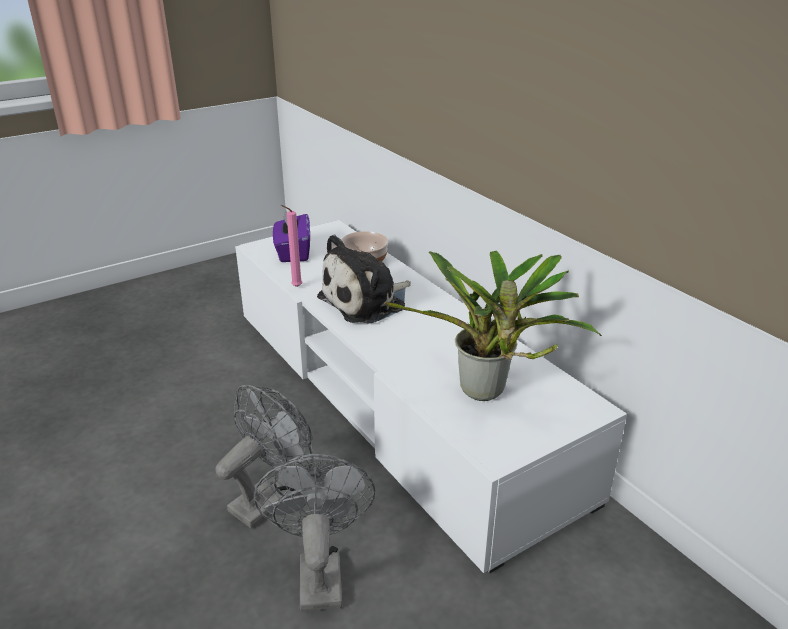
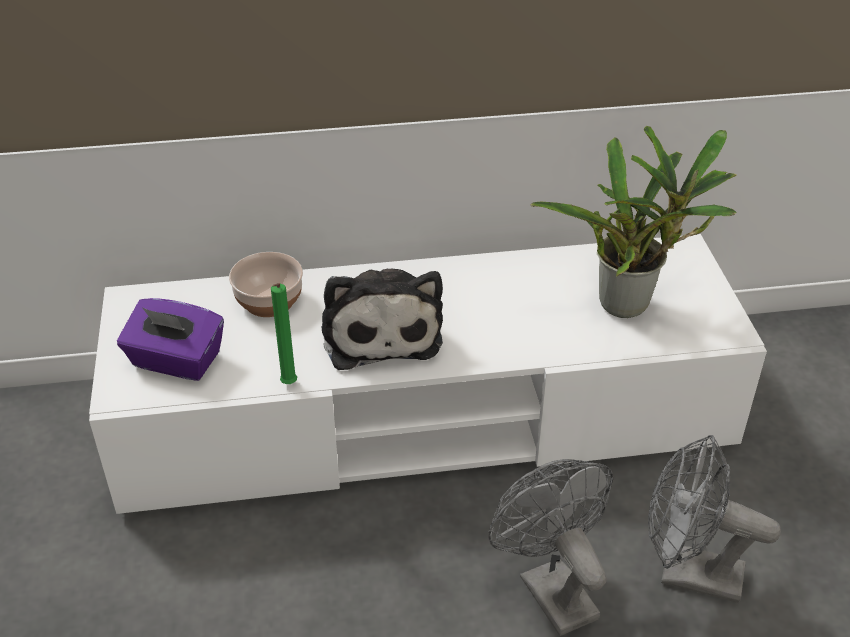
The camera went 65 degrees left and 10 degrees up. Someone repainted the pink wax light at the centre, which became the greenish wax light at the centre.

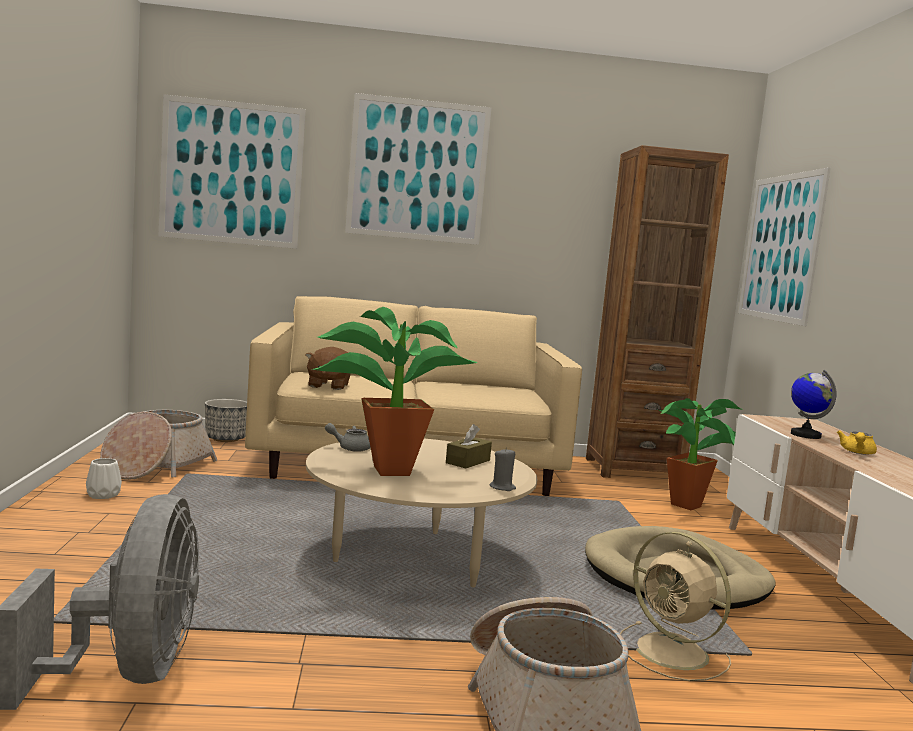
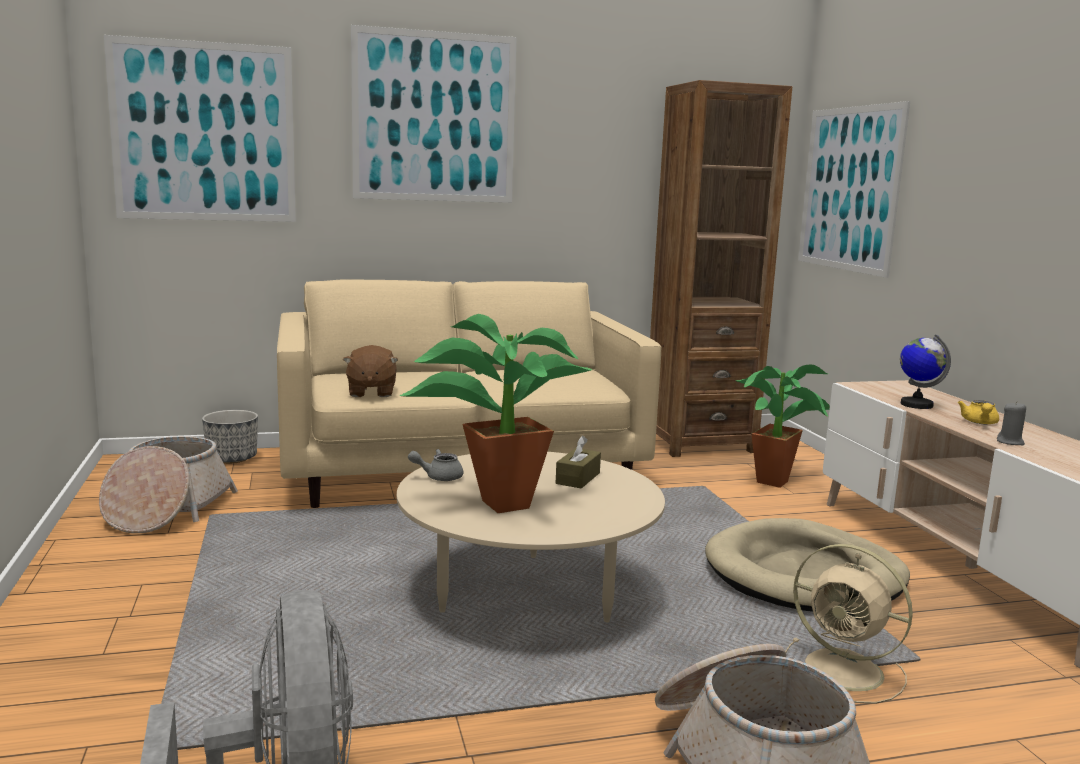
The camera went 10 degrees left and 5 degrees up. Someone carried the grey wax light from the centre to the middle right. Someone took away the whitish decorative vase at the middle left.

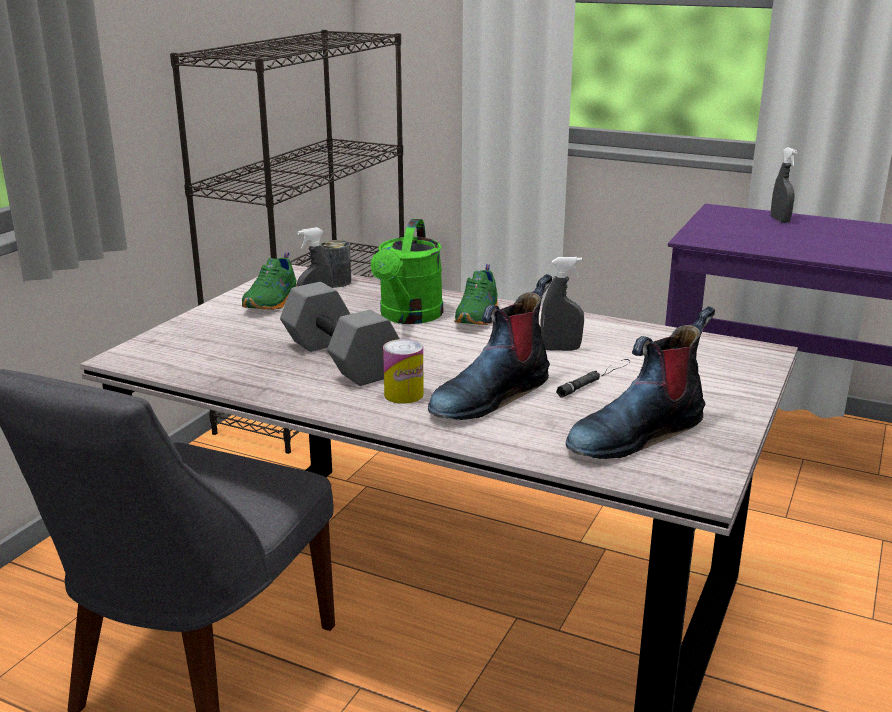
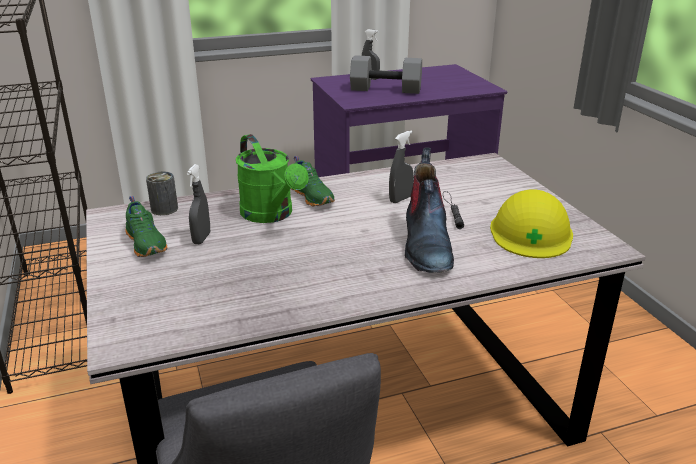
The camera went 45 degrees left and 5 degrees up. Someone carried the grey free weight from the centre to the top centre. Someone swapped the tall boot (no. 2 from left) at the middle right for the yellow work helmet at the middle right. Someone took away the sealed can (no. 2 from left) at the centre.

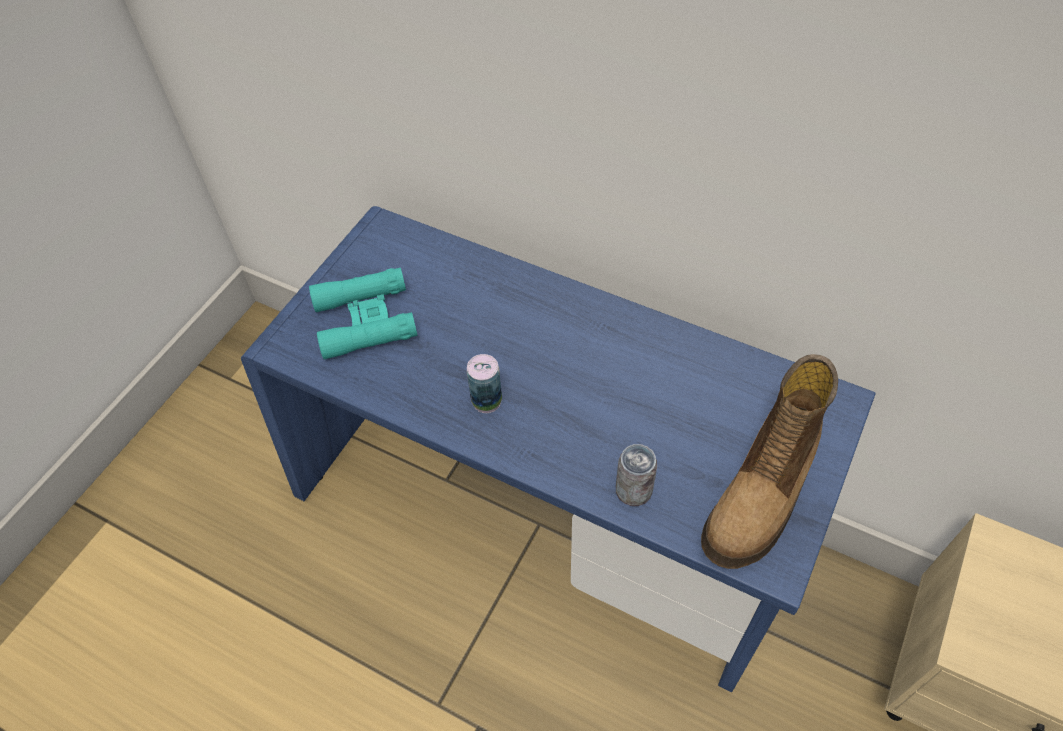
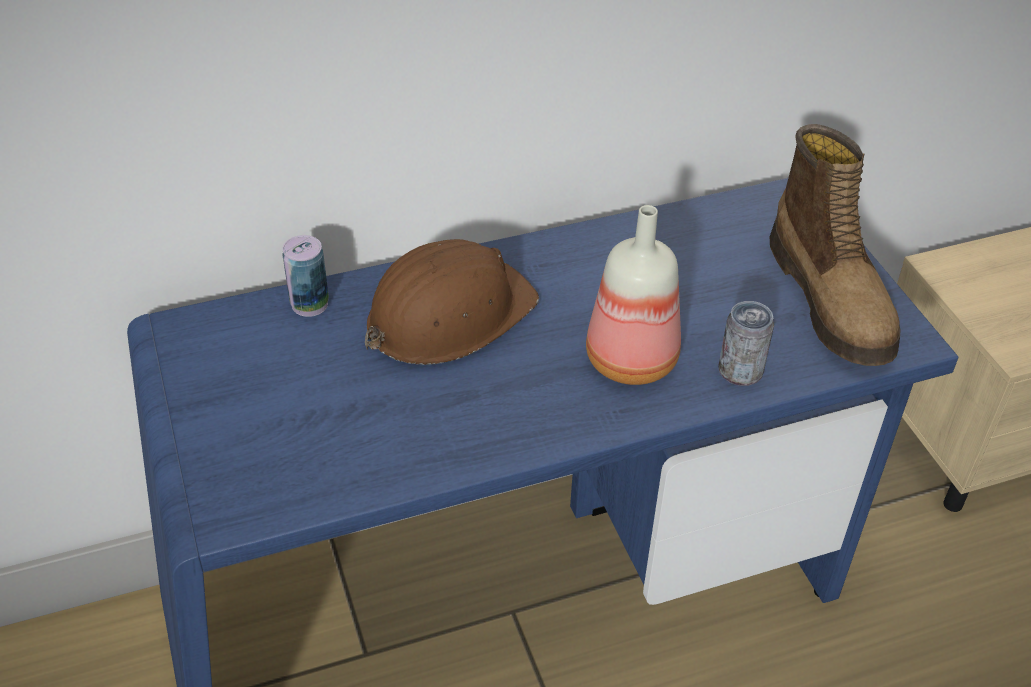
The camera went 50 degrees left and 10 degrees down. Someone took away the blue-green binoculars at the centre. Someone carried the sealed can (no. 1 from left) from the centre to the middle left. Someone put down the bottle at the centre. Someone put down the brownish work helmet at the centre.

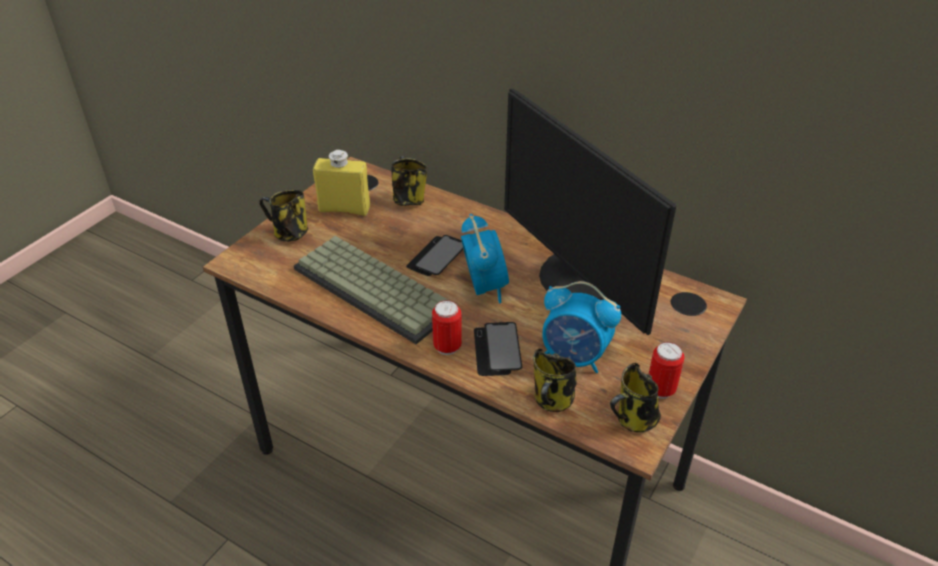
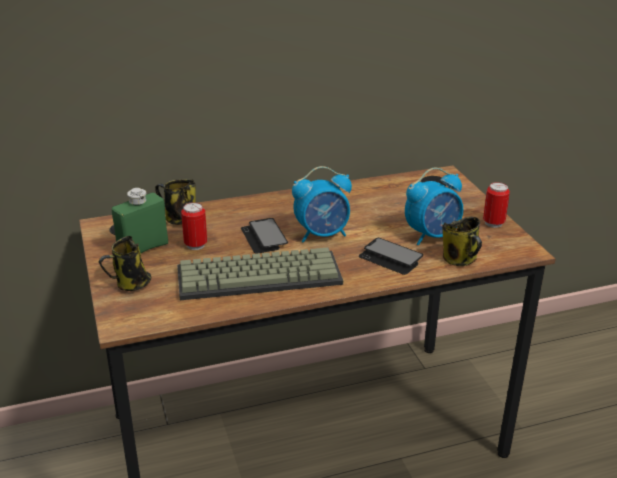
The camera went 50 degrees left and 10 degrees down. Someone took away the computer screen at the centre. Someone repainted the yellow bottle at the top centre, which became the greenish bottle at the middle left. Someone rotated the bedside clock (no. 1 from left) at the centre by 135 degrees clockwise. Someone carried the sealed can (no. 1 from left) from the centre to the middle left. Someone took away the tea mug (no. 4 from left) at the bottom right.

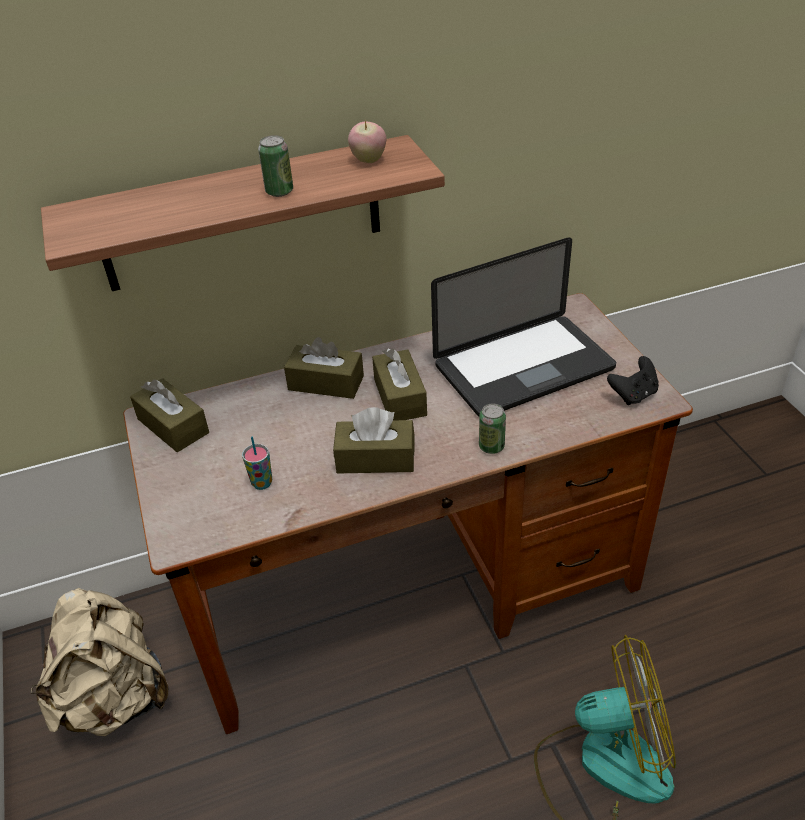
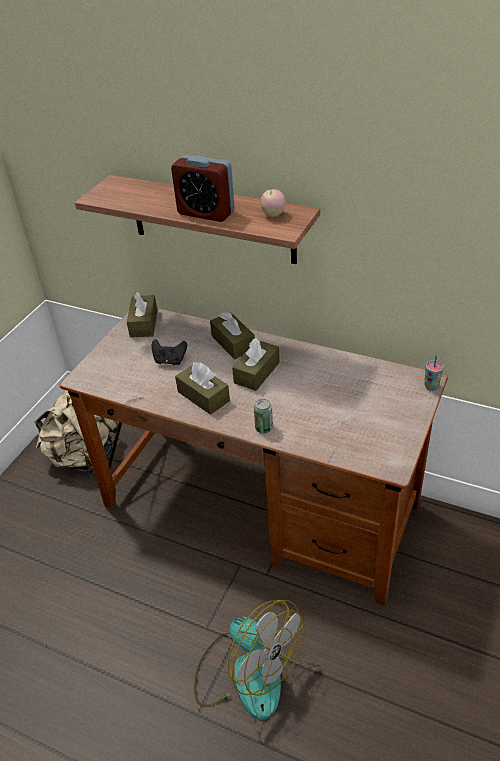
The camera went 45 degrees right and 0 degrees up. Someone swapped the sealed can (no. 1 from left) at the top centre for the bedside clock at the top centre. Someone took away the portable computer at the centre. Someone carried the black-coloured joypad from the middle right to the centre. Someone carried the drinking cup from the middle left to the middle right.

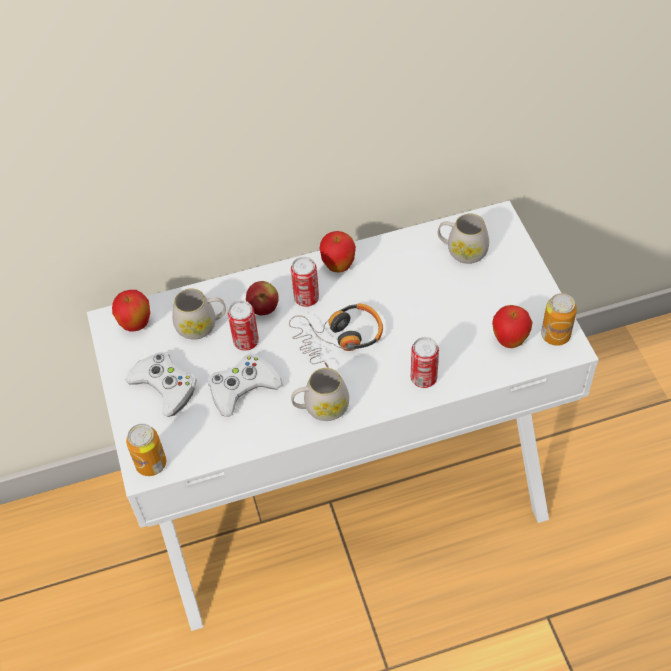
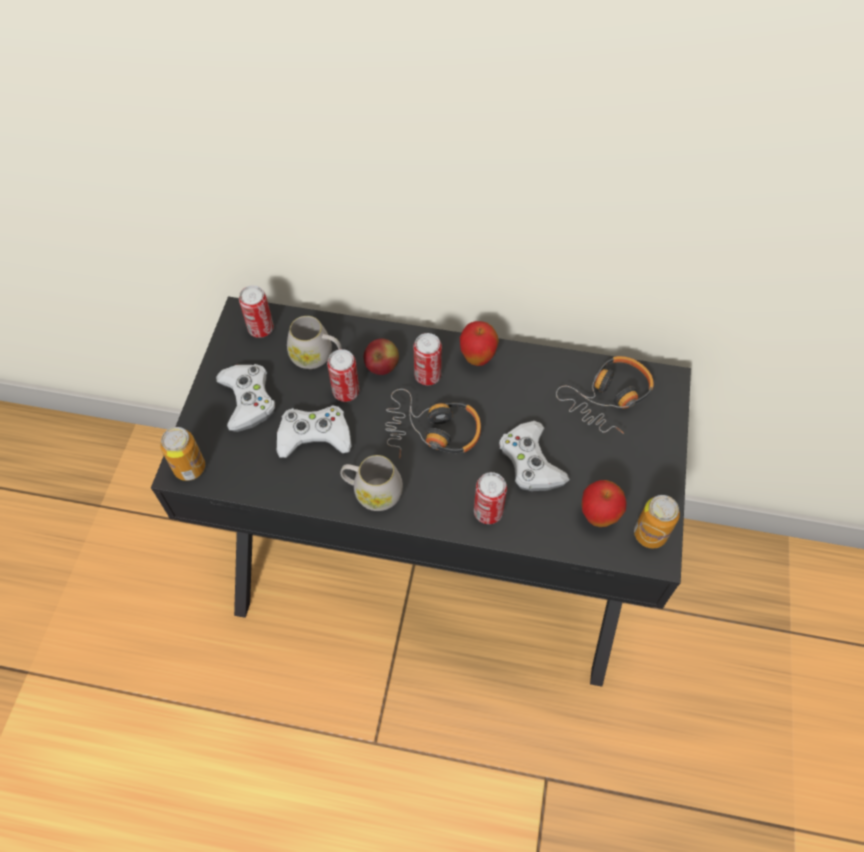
The camera went 25 degrees right and 5 degrees up. Someone repainted the whitish desk at the centre, which became the black-coloured desk at the centre. Someone swapped the whitish tea mug (no. 3 from left) at the middle right for the pair of headphones (no. 2 from left) at the middle right. Someone swapped the apple fruit (no. 1 from left) at the middle left for the sealed can (no. 2 from left) at the middle left. Someone put down the whitish joypad (no. 3 from left) at the centre.

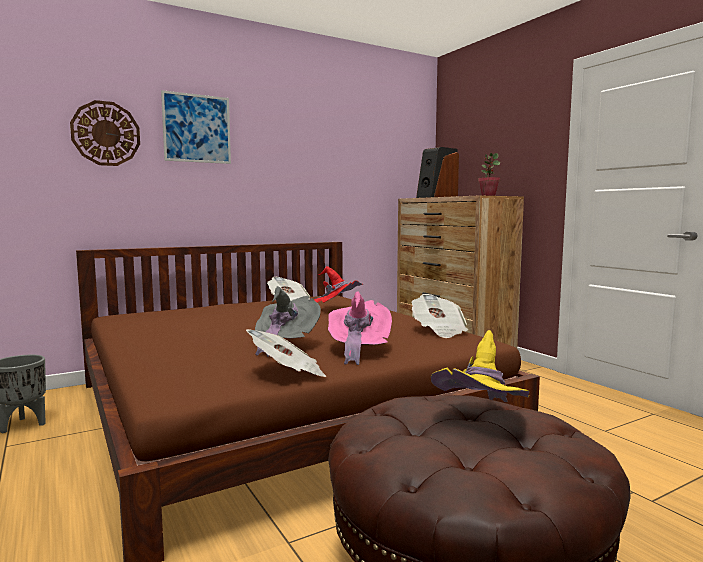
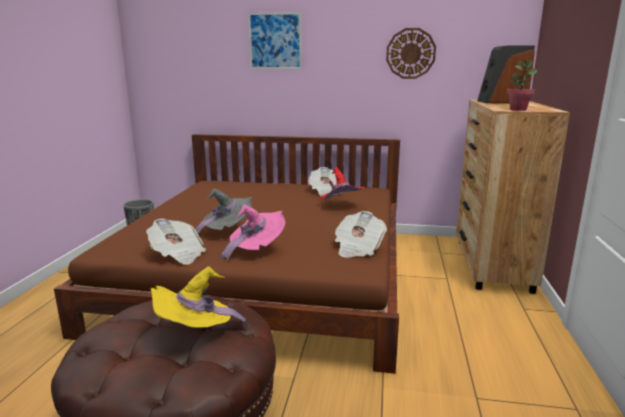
The camera went 40 degrees right and 10 degrees up. Someone carried the hanging clock from the top left to the top centre.

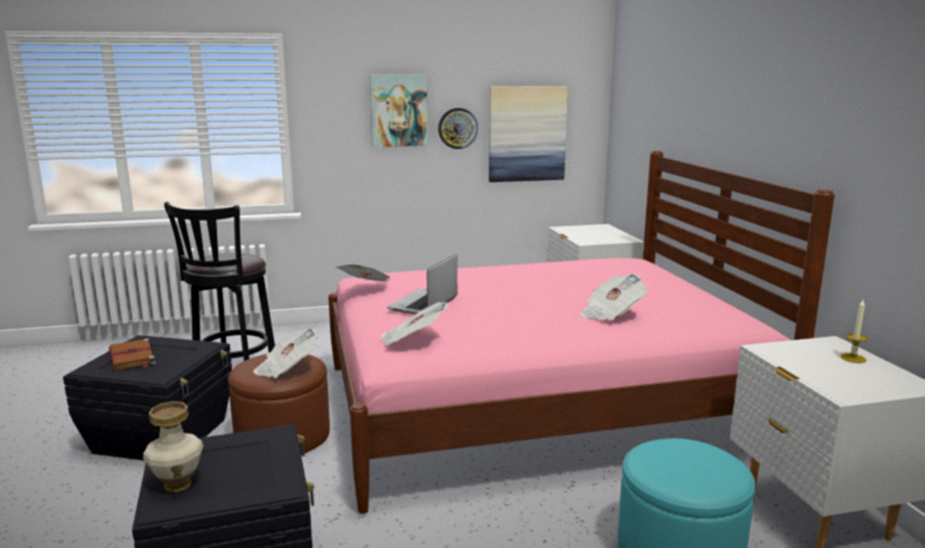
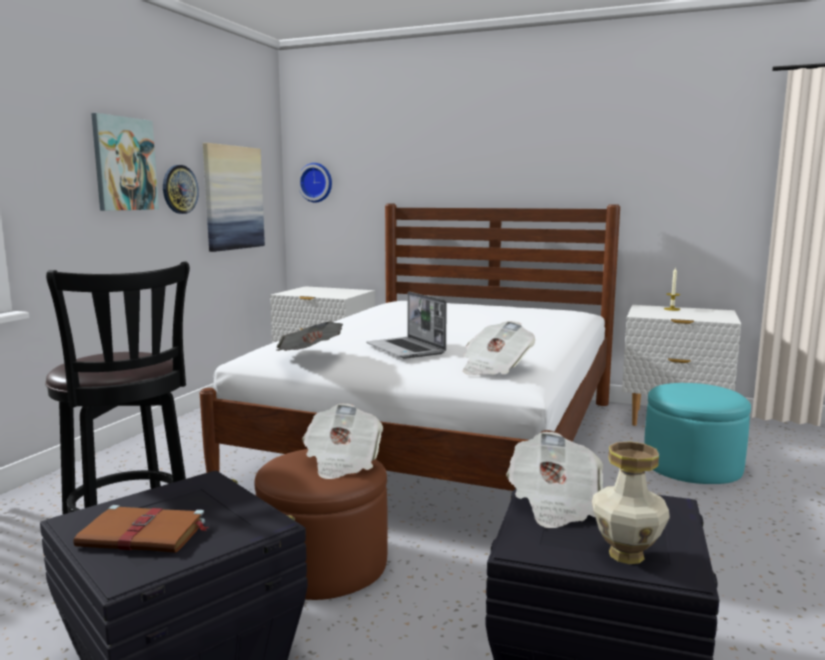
The camera went 55 degrees left and 5 degrees down. Someone repainted the pink sleeping bed at the centre, which became the whitish sleeping bed at the centre. Someone carried the printed paper (no. 4 from left) from the centre to the bottom right. Someone put up the hanging clock (no. 2 from left) at the top centre.

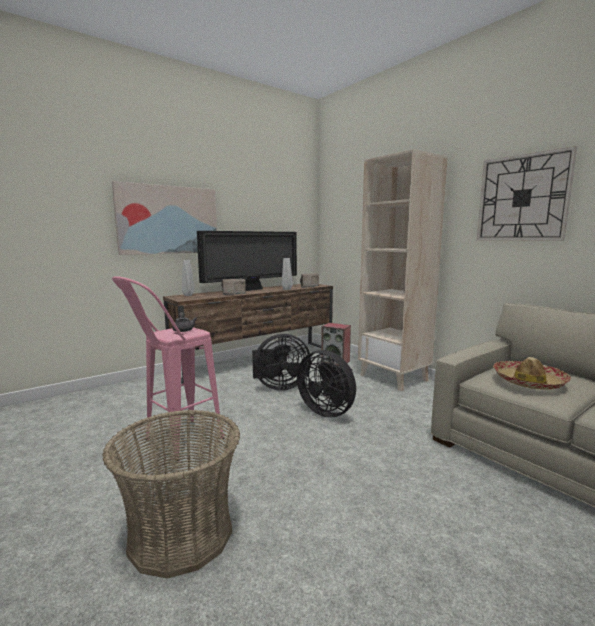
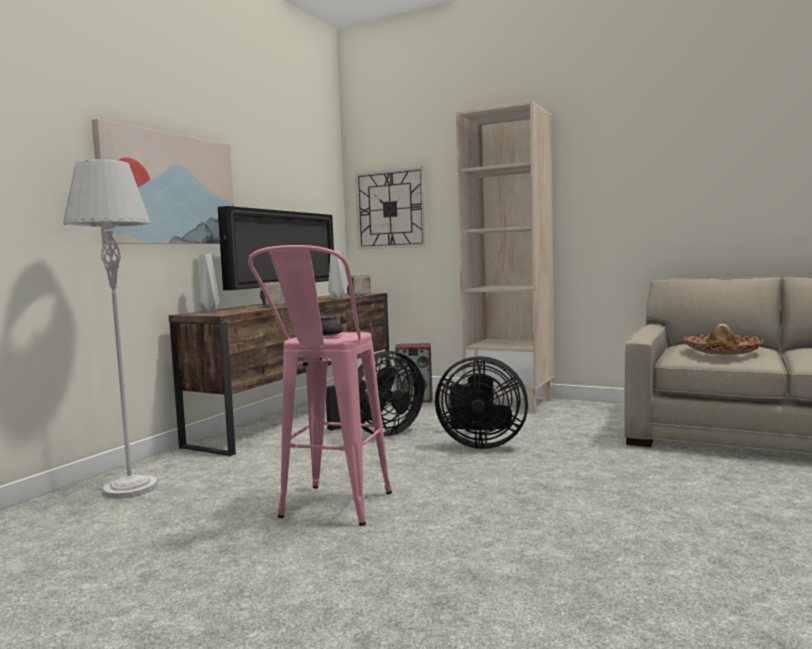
The camera went 25 degrees left and 5 degrees down. Someone carried the hanging clock from the top right to the top centre. Someone took away the basket at the bottom left. Someone put down the grey standard lamp at the middle left.

